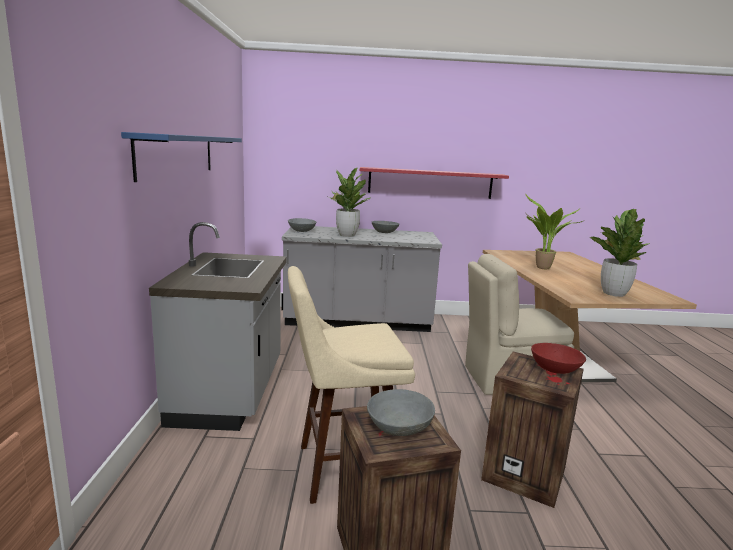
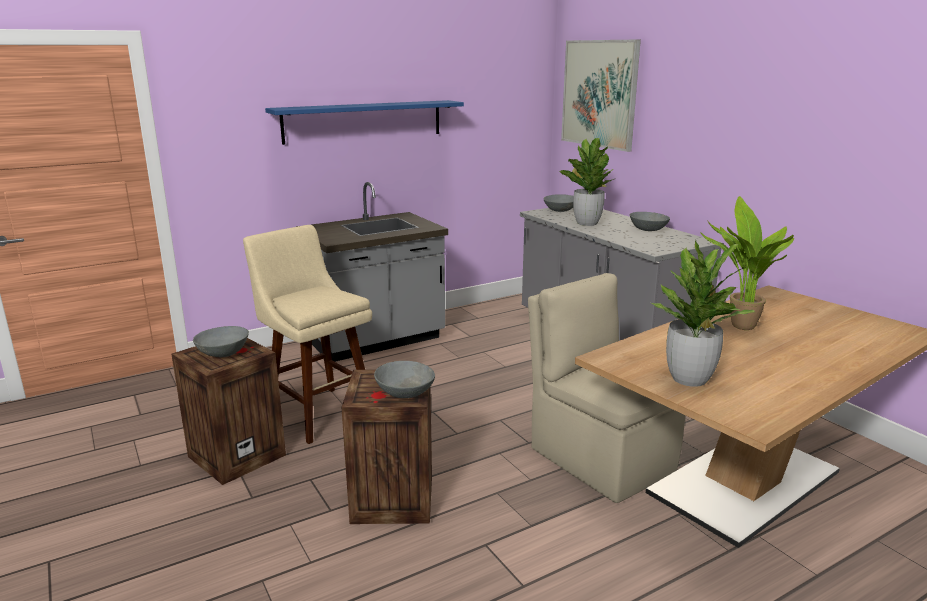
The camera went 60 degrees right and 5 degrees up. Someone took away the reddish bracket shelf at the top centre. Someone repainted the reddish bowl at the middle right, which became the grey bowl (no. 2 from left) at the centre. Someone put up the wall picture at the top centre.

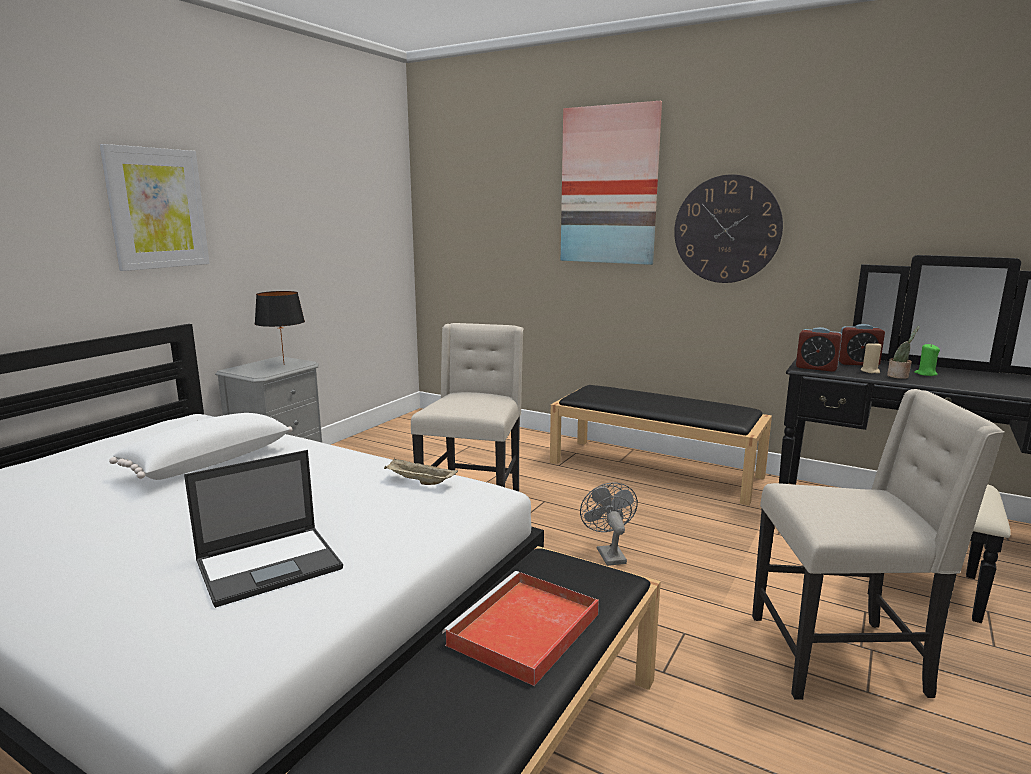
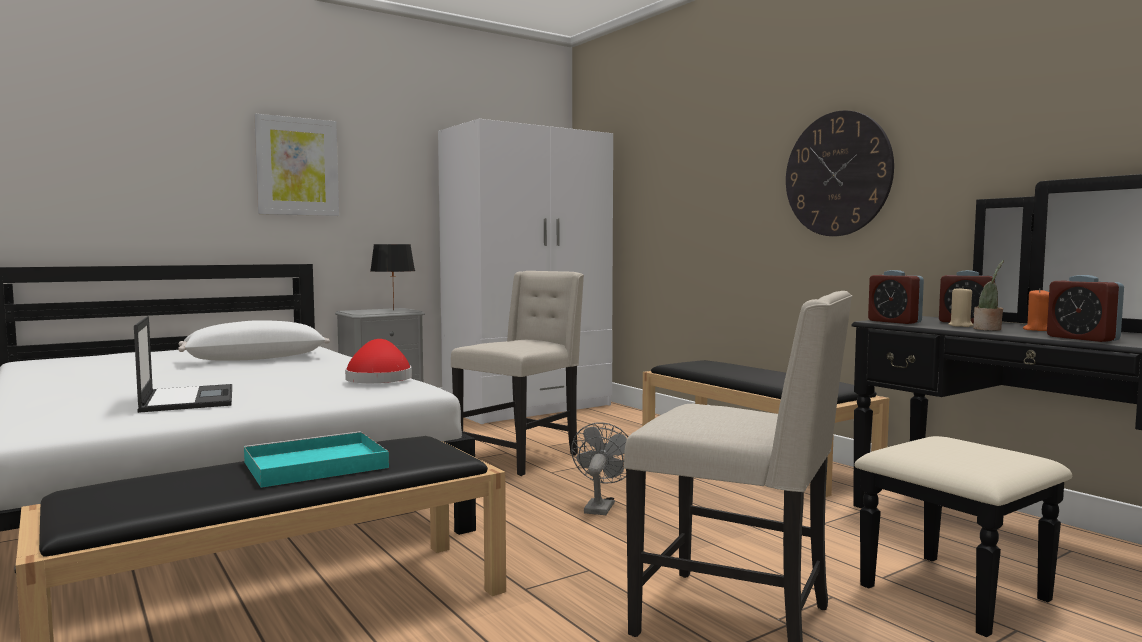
The camera went 25 degrees right and 10 degrees down. Someone took away the wall picture (no. 2 from left) at the top centre. Someone repainted the greenish wax light at the middle right, which became the orange wax light at the middle right. Someone rotated the portable computer at the bottom left by 105 degrees counterclockwise. Someone swapped the beige serving tray at the centre for the reddish clothing hat at the middle left. Someone repainted the reddish serving tray at the bottom centre, which became the blue-green serving tray at the bottom left. Someone put down the whitish armoire at the centre. Someone put down the bedside clock (no. 3 from left) at the middle right.

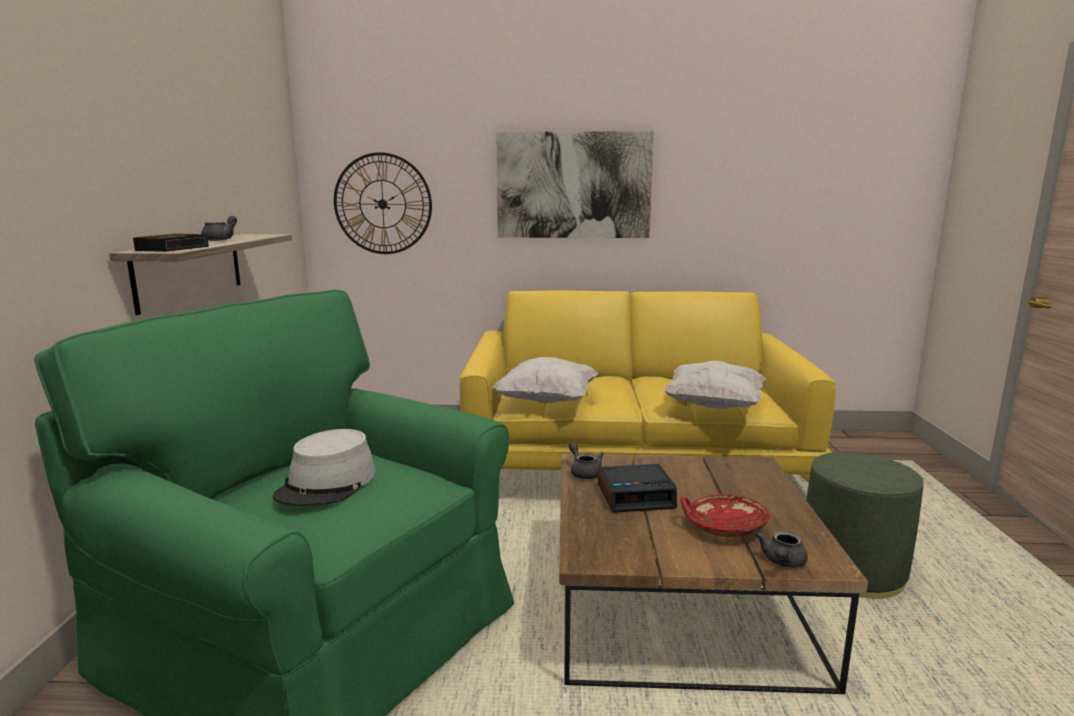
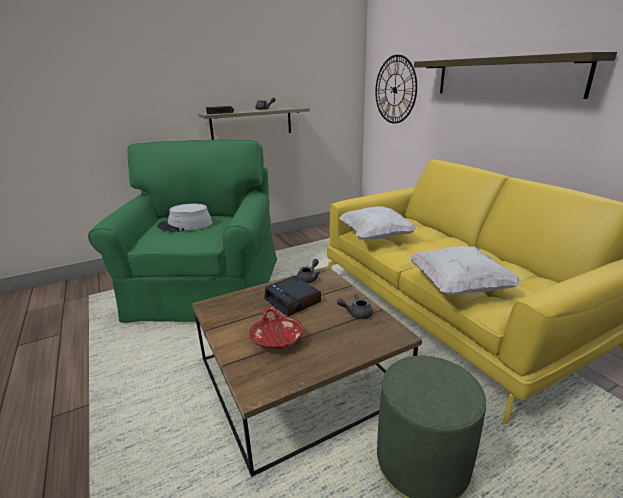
The camera went 60 degrees right and 10 degrees up. Someone swapped the wall picture at the top centre for the bracket shelf (no. 2 from left) at the top right. Someone carried the grey pot for tea (no. 3 from left) from the bottom right to the centre.

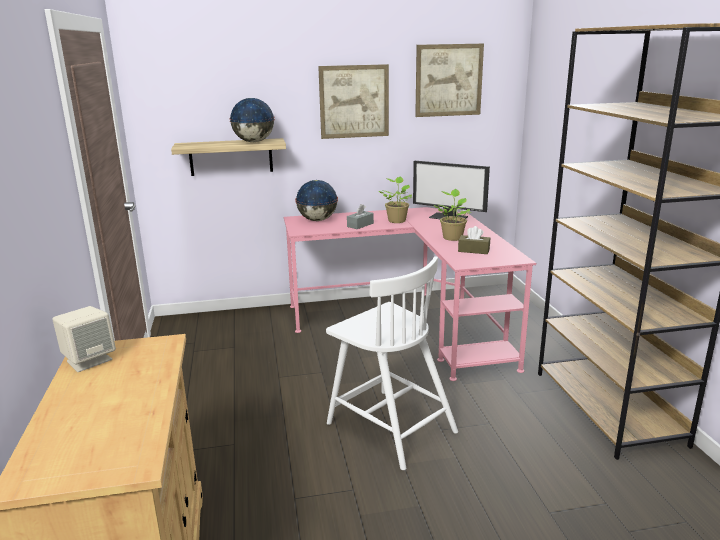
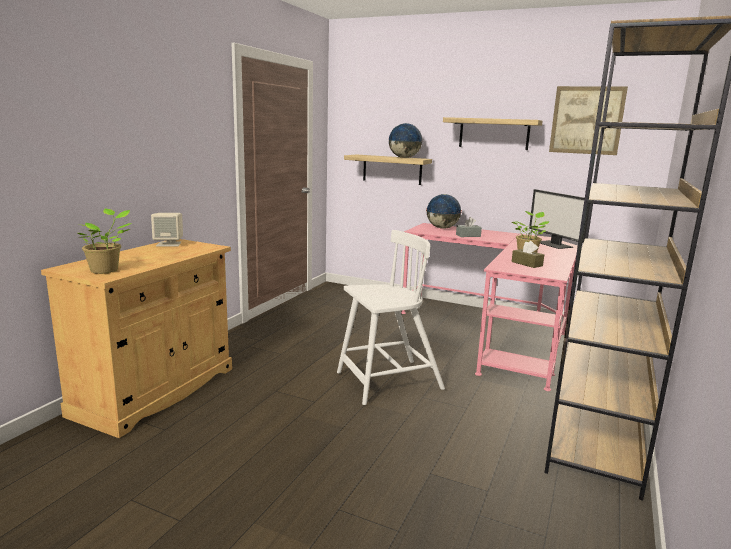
The camera went 35 degrees right and 5 degrees down. Someone swapped the wall picture (no. 1 from left) at the top centre for the bracket shelf (no. 2 from left) at the top right. Someone carried the plant in a pot (no. 1 from left) from the centre to the middle left. Someone rotated the whitish upright chair at the bottom centre by 105 degrees counterclockwise.

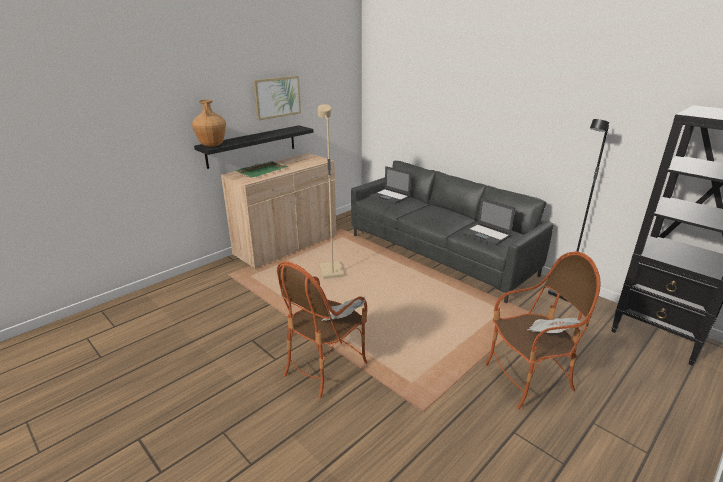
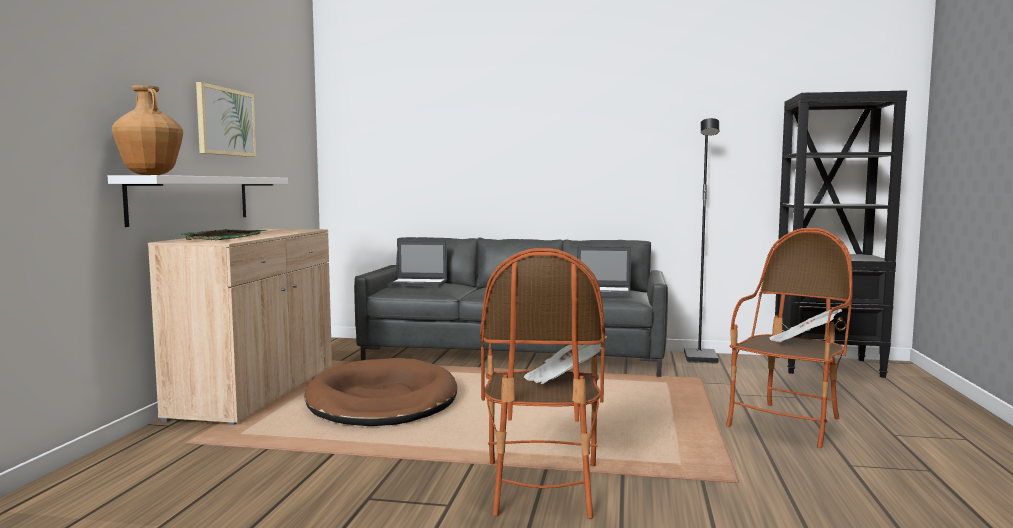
The camera went 35 degrees left and 20 degrees down. Someone swapped the beige standard lamp at the centre for the brownish dog cushion at the bottom centre. Someone repainted the black-coloured bracket shelf at the top centre, which became the whitish bracket shelf at the middle left.

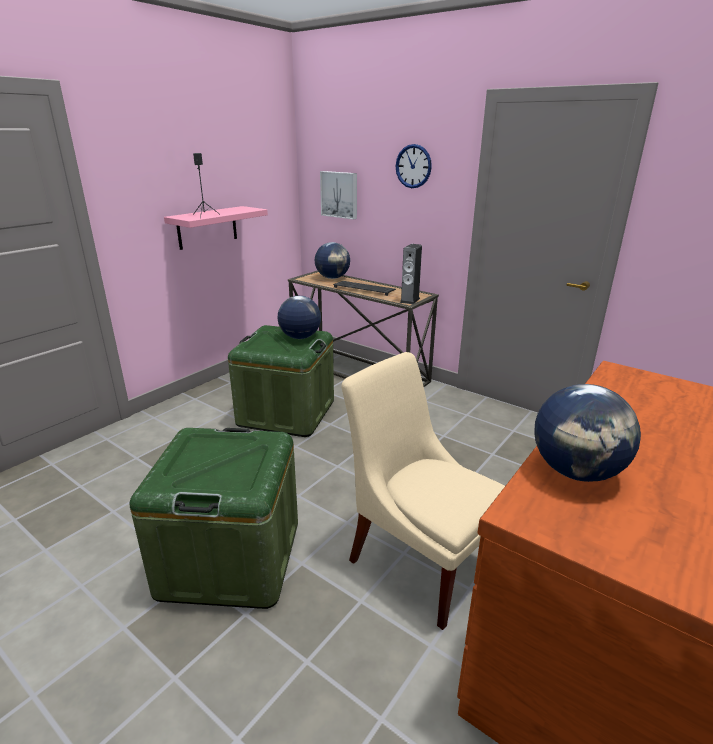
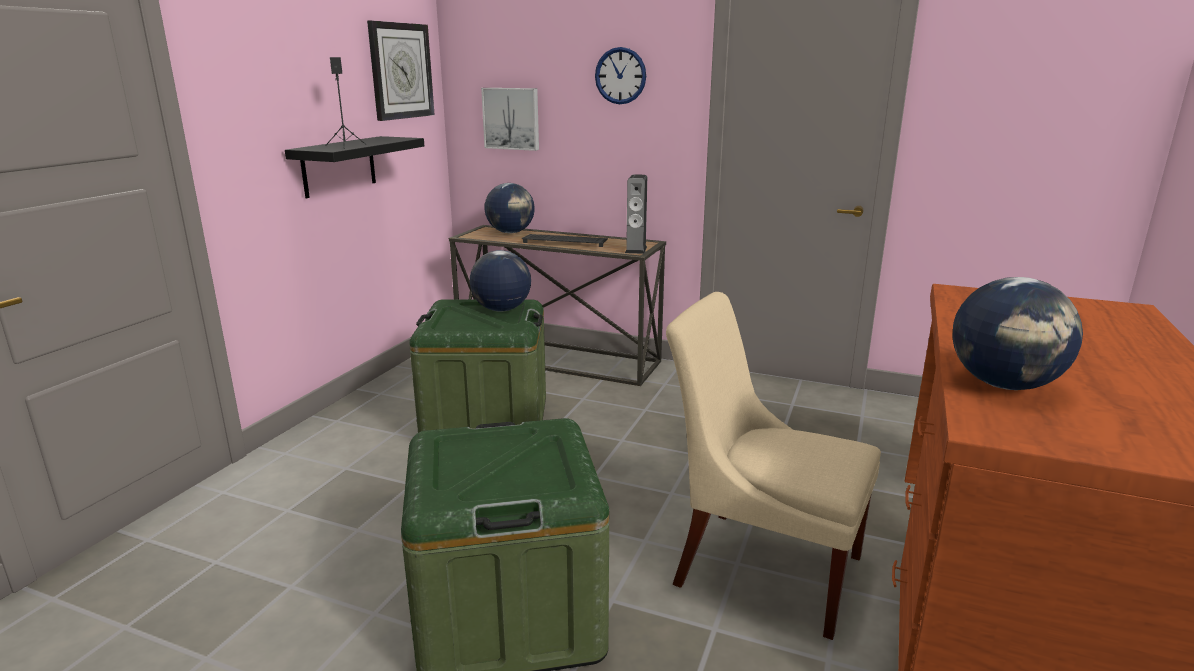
The camera went 15 degrees left and 5 degrees down. Someone repainted the pink bracket shelf at the top left, which became the black-coloured bracket shelf at the top left. Someone put up the hanging clock (no. 1 from left) at the top centre.

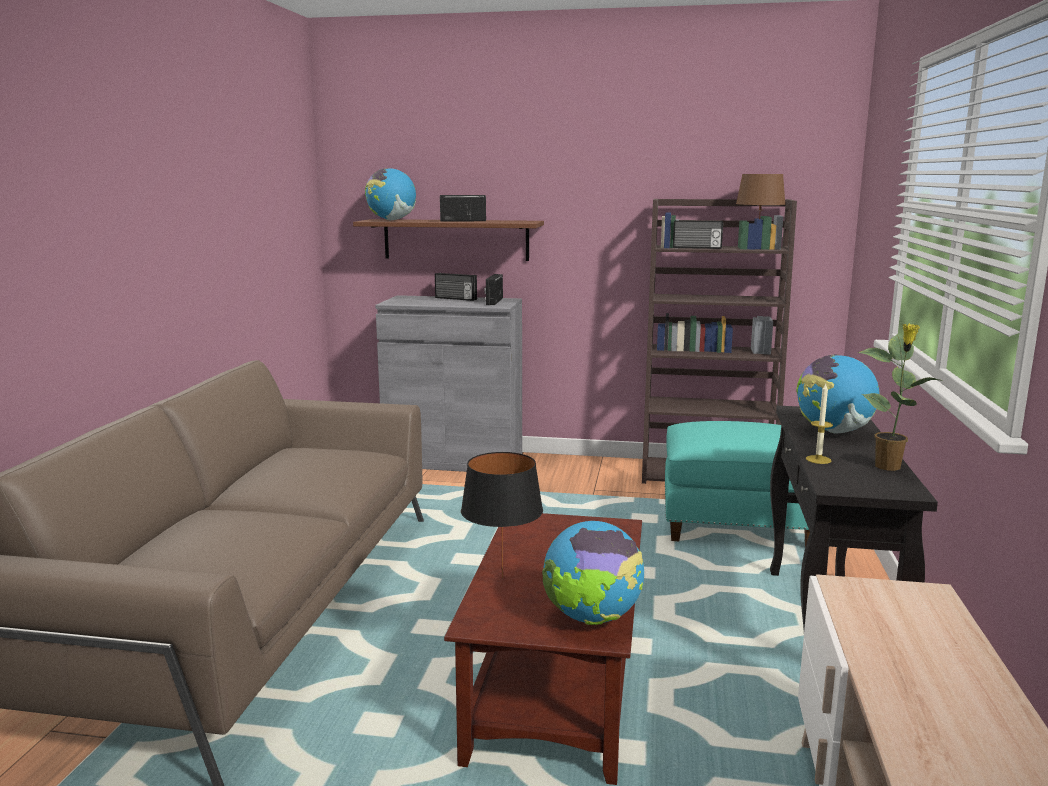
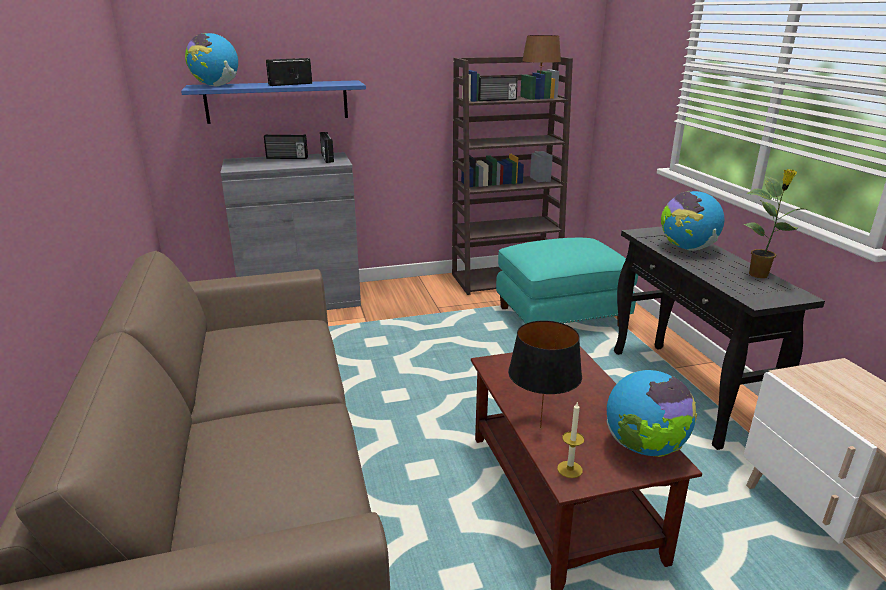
The camera went 25 degrees left and 10 degrees up. Someone repainted the brownish bracket shelf at the top centre, which became the blue-coloured bracket shelf at the top left. Someone carried the wax light from the middle right to the bottom centre.

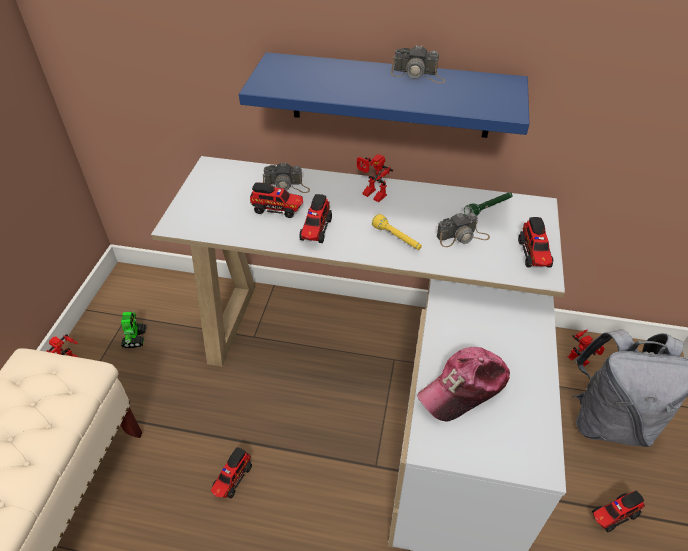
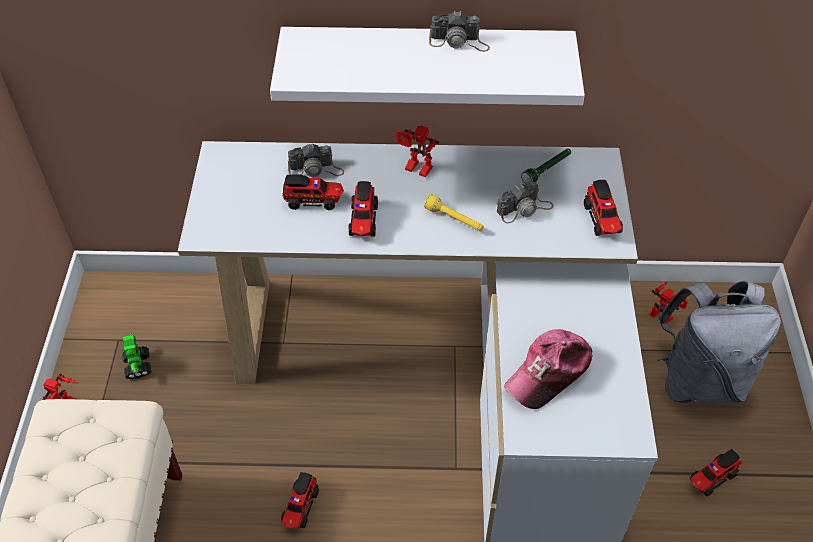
The camera went 10 degrees left and 5 degrees up. Someone repainted the blue-coloured bracket shelf at the top centre, which became the whitish bracket shelf at the top centre.

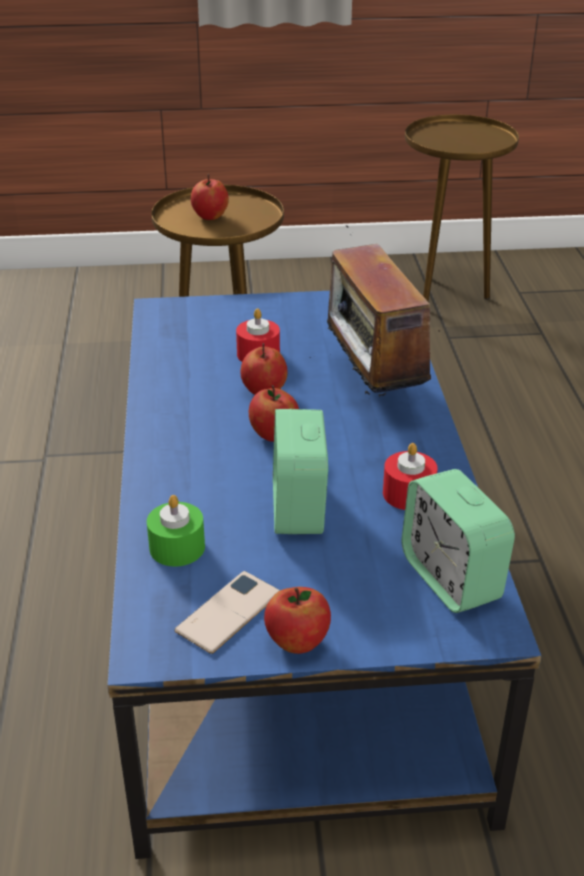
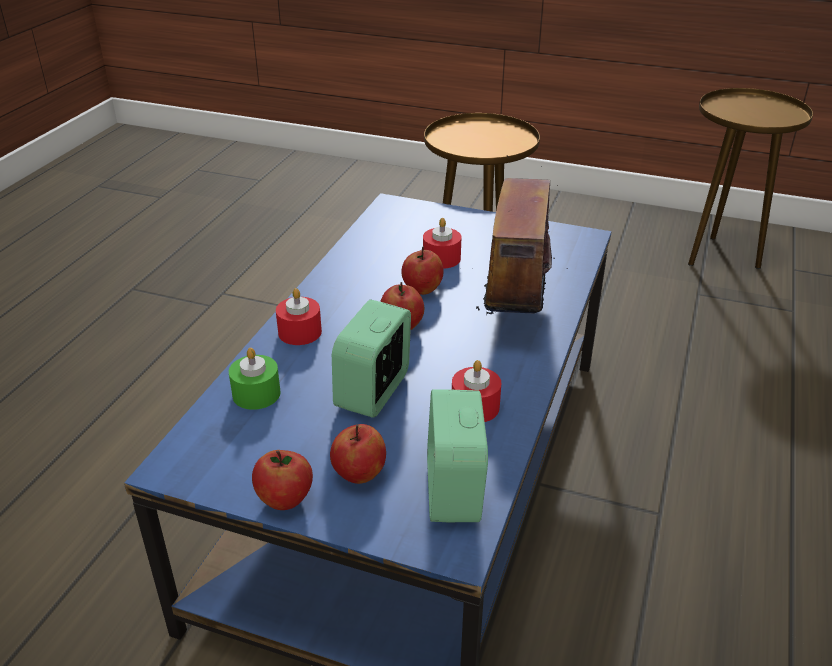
The camera went 25 degrees right and 0 degrees up. Someone carried the apple fruit (no. 1 from left in the first image) from the top centre to the bottom centre. Someone took away the telephone at the bottom centre. Someone put down the reddish wax light (no. 1 from left) at the centre.

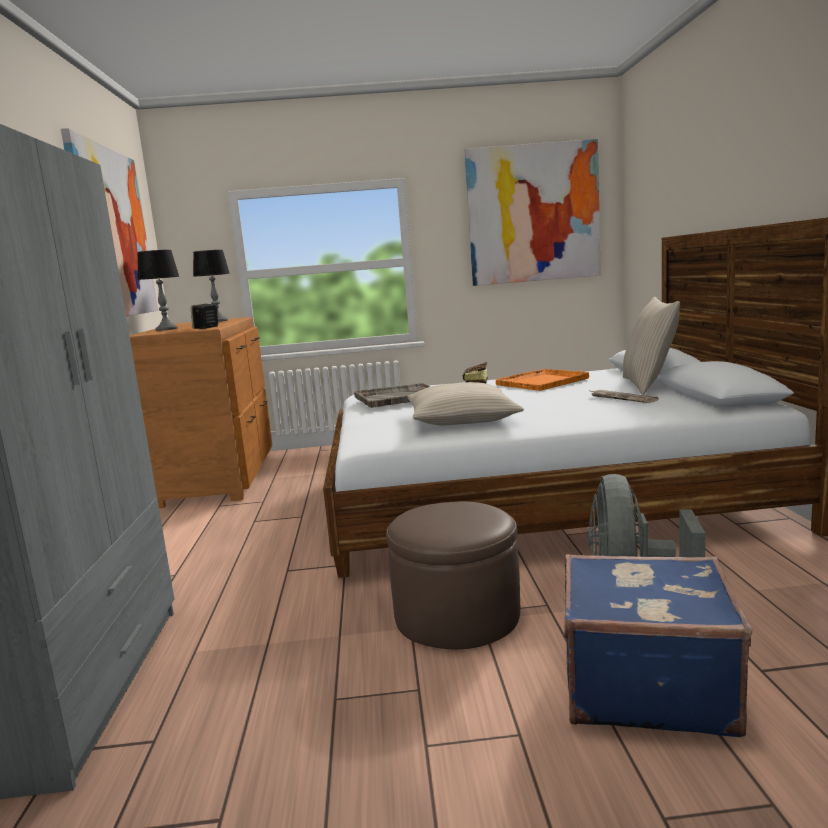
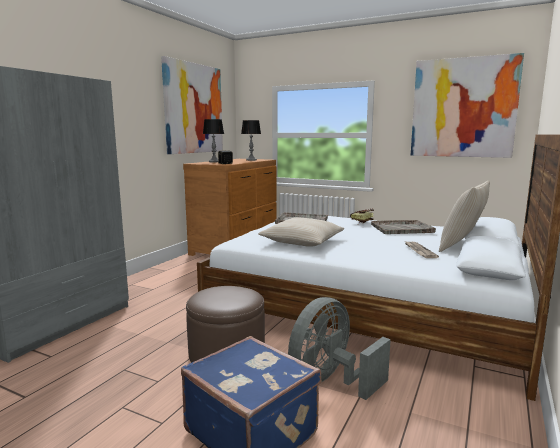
The camera went 30 degrees right and 0 degrees up. Someone repainted the orange serving tray at the centre, which became the grey serving tray (no. 2 from left) at the middle right.

